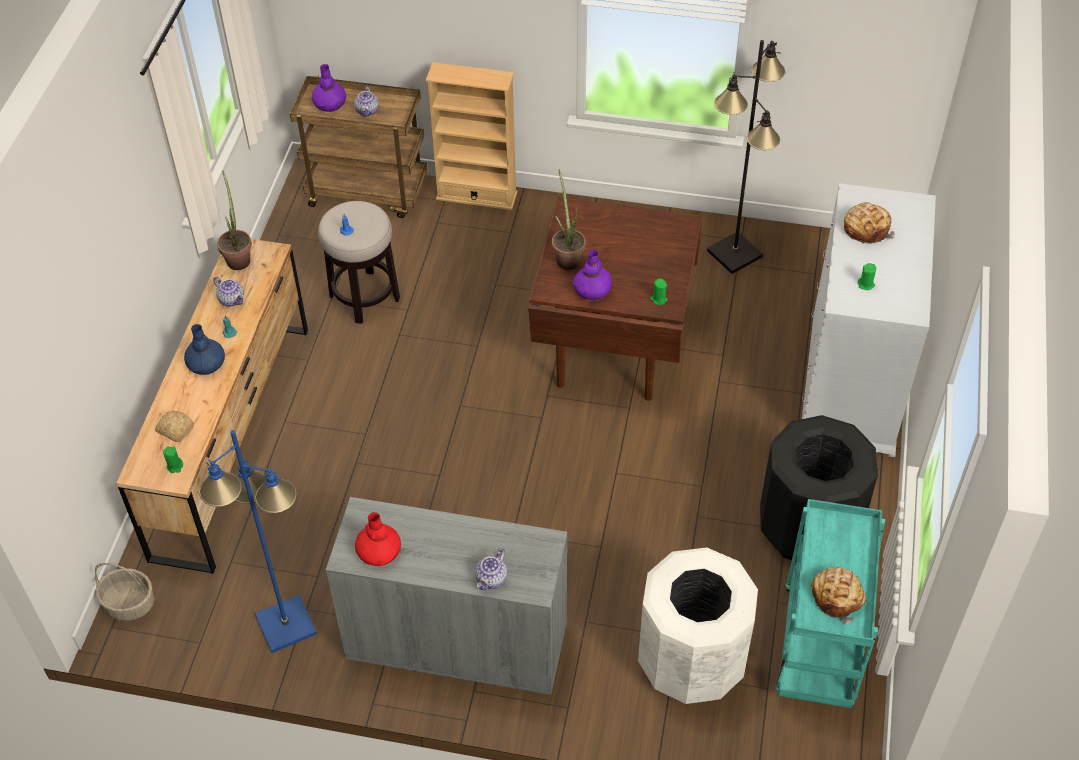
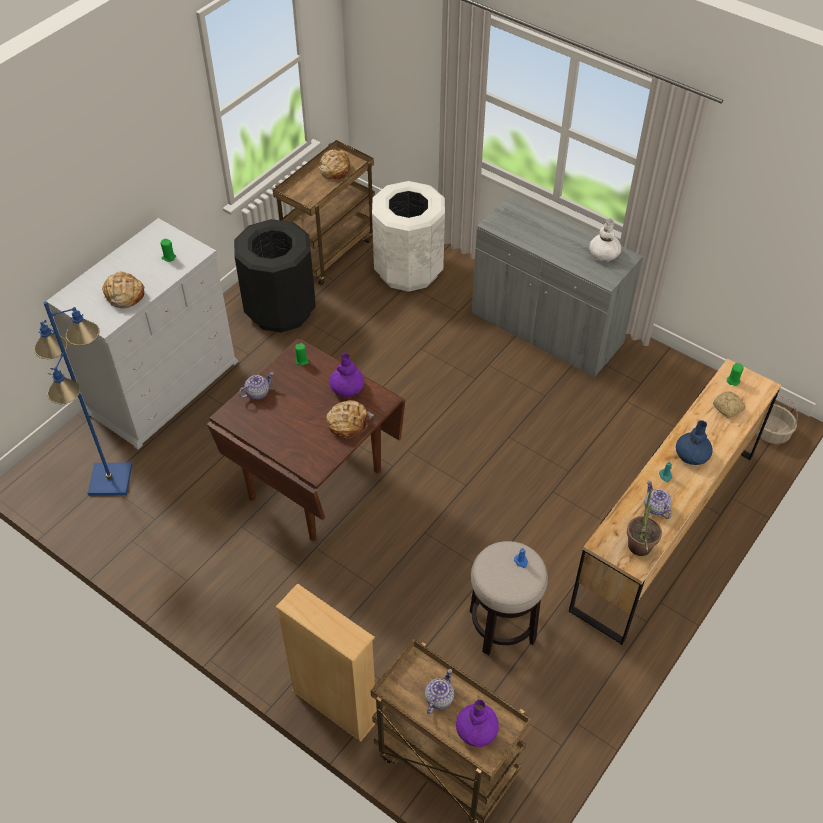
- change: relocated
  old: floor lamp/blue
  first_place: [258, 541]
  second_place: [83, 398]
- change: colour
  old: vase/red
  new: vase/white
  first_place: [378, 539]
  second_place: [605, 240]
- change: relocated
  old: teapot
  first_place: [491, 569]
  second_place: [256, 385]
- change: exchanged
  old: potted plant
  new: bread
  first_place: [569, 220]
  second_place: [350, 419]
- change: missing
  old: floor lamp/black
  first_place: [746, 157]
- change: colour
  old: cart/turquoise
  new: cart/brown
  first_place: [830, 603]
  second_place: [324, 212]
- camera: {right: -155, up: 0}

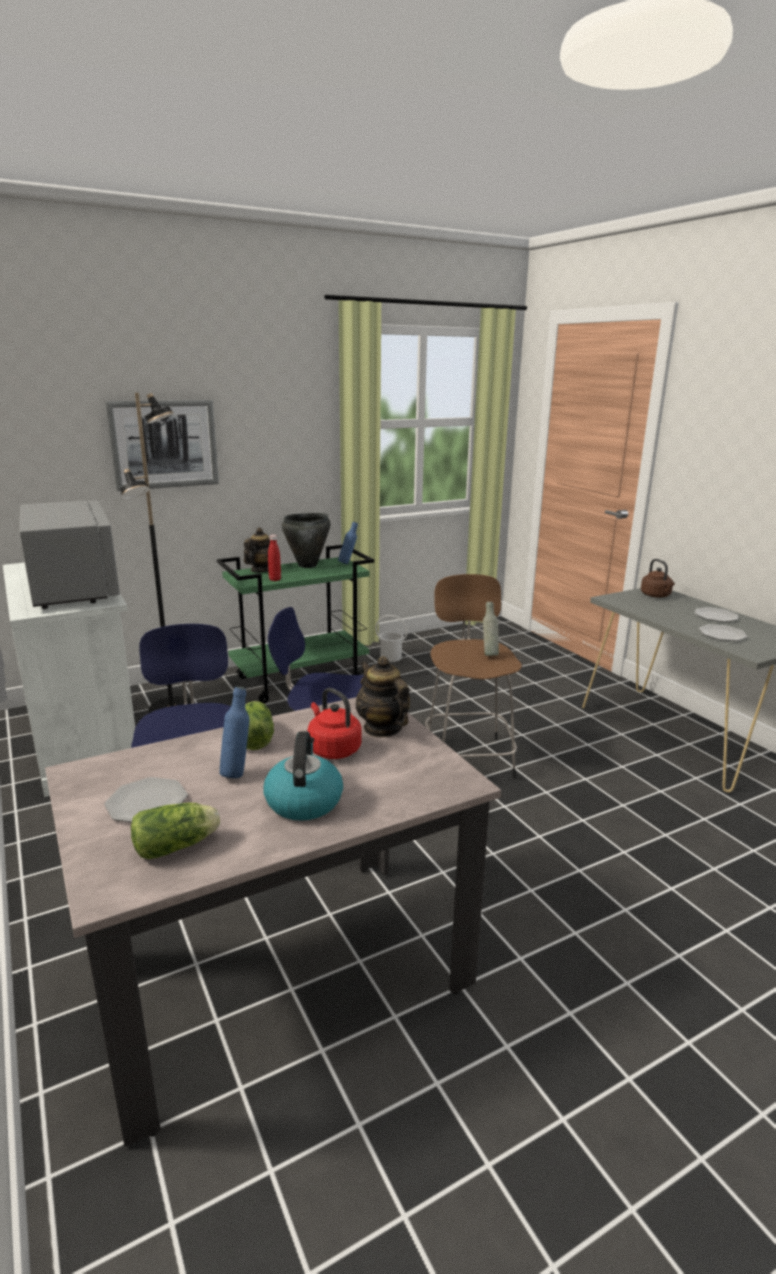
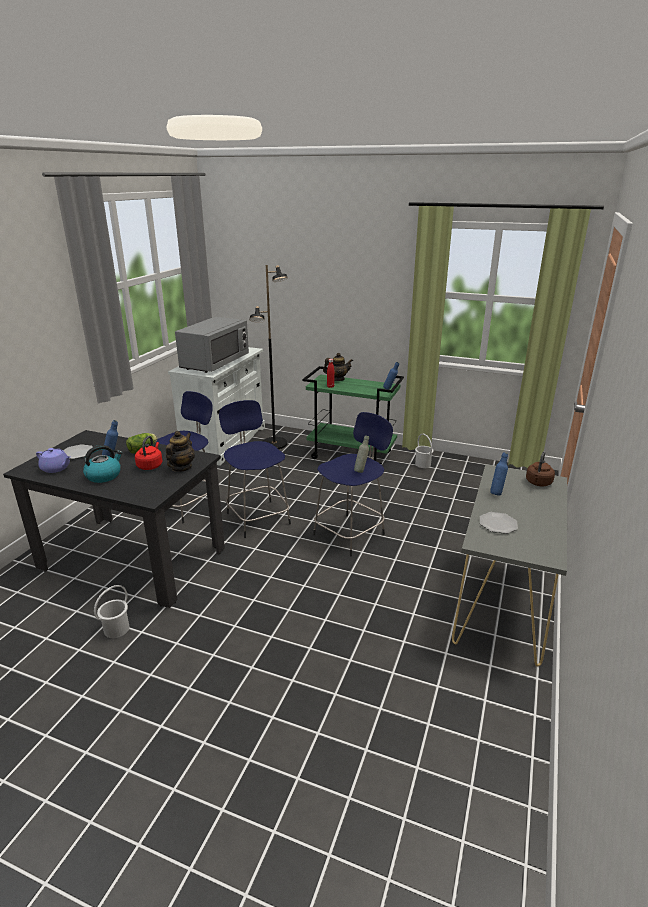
- change: colour
  old: dining table/beige
  new: dining table/black
  first_place: [273, 922]
  second_place: [114, 519]
- change: missing
  old: picture
  first_place: [162, 445]
- change: exchanged
  old: lettuce
  new: teapot/purple
  first_place: [175, 830]
  second_place: [53, 460]
- change: missing
  old: cooking pot/black
  first_place: [306, 540]
- change: colour
  old: stool/brown
  new: stool/blue
  first_place: [473, 676]
  second_place: [353, 484]
- change: missing
  old: plate
  first_place: [716, 614]
- change: appeared
  new: bucket/white
  second_place: [112, 611]
- change: appeared
  new: bottle/blue
  second_place: [499, 474]
- camera: {right: 50, up: 5}

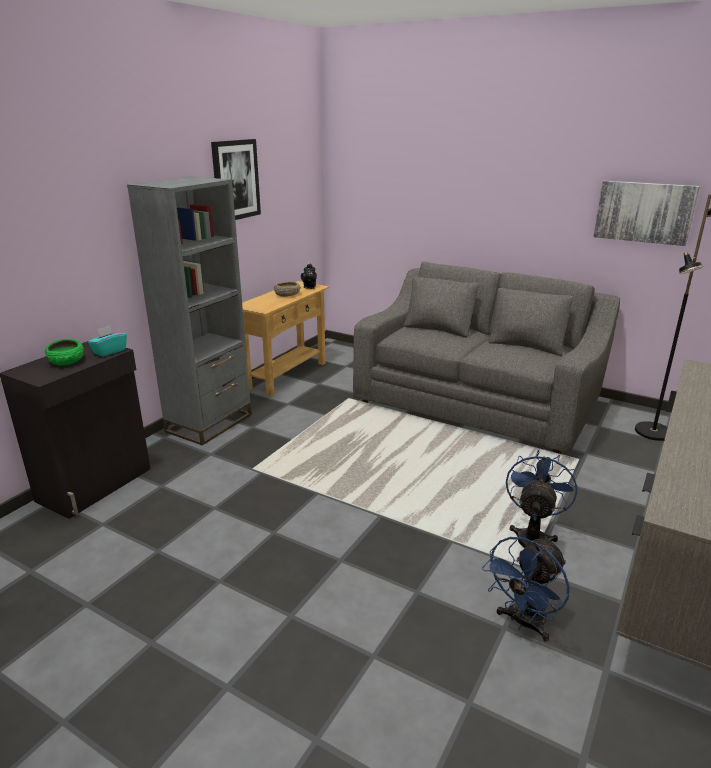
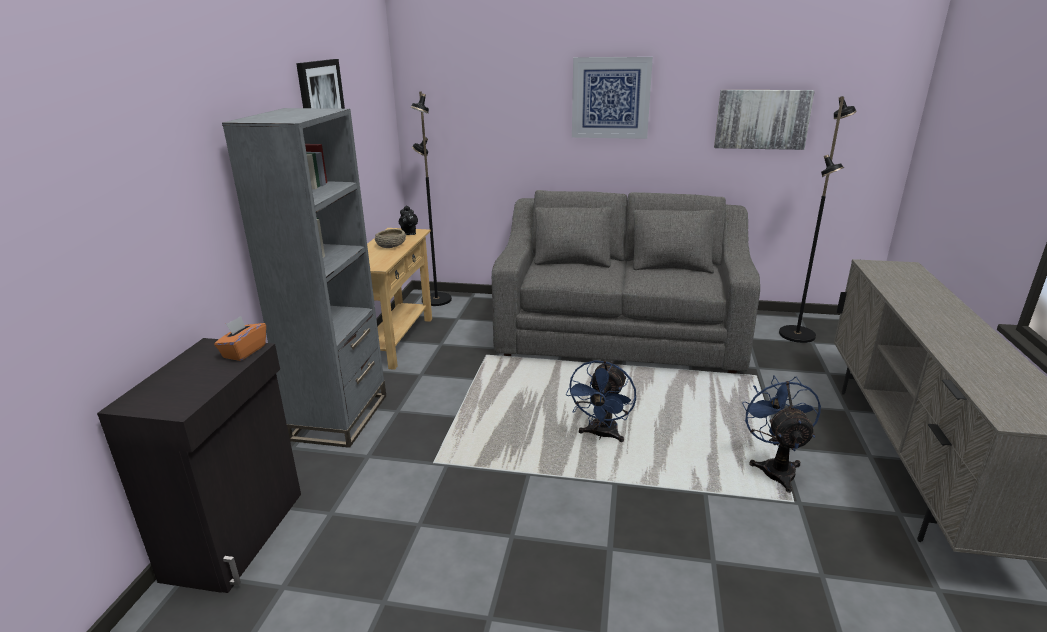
- change: missing
  old: bowl/green
  first_place: [64, 352]
- change: colour
  old: tissue box/turquoise
  new: tissue box/orange
  first_place: [107, 341]
  second_place: [240, 338]
- change: relocated
  old: fan/blue
  first_place: [526, 589]
  second_place: [601, 401]
- change: appeared
  new: floor lamp/black
  second_place: [431, 198]
- change: appeared
  new: picture
  second_place: [612, 98]
- camera: {right: -20, up: 0}

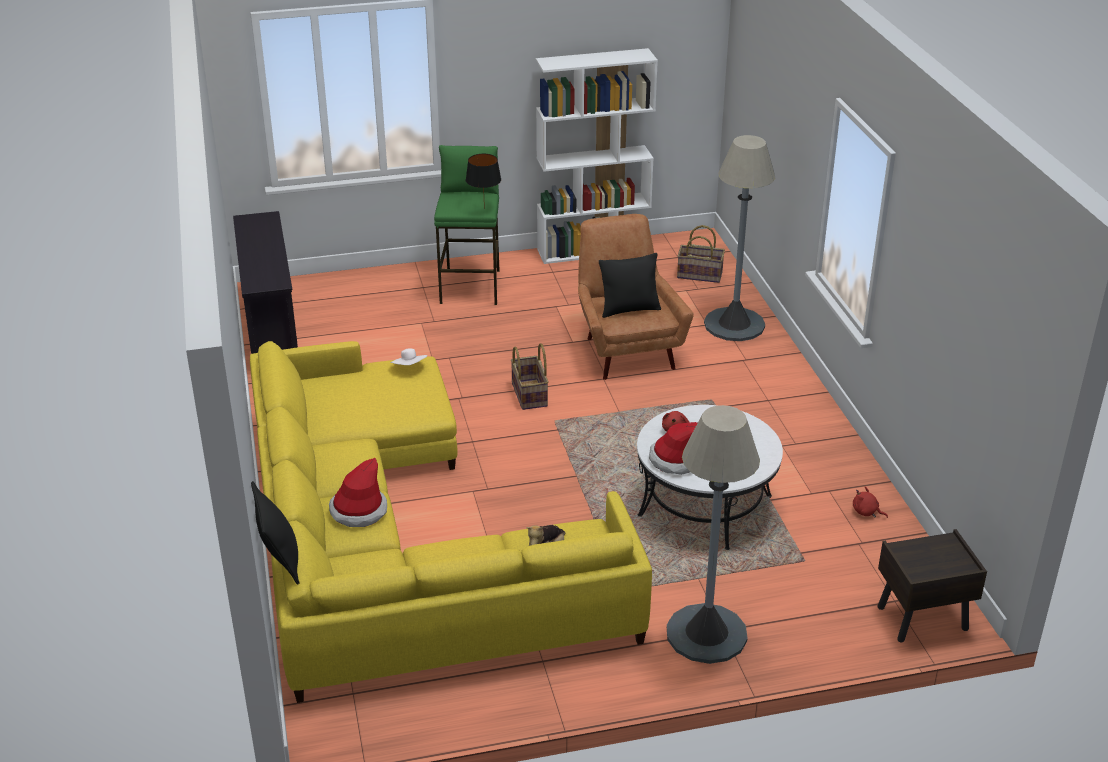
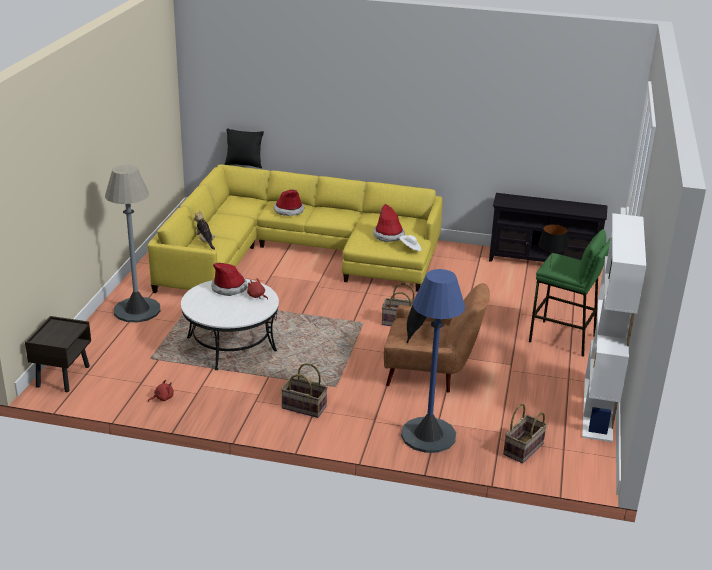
- change: colour
  old: floor lamp/grey
  new: floor lamp/blue
  first_place: [739, 238]
  second_place: [433, 361]
- change: appeared
  new: basket
  second_place: [304, 390]
- change: appeared
  new: hat
  second_place: [389, 223]
- camera: {right: 115, up: -5}

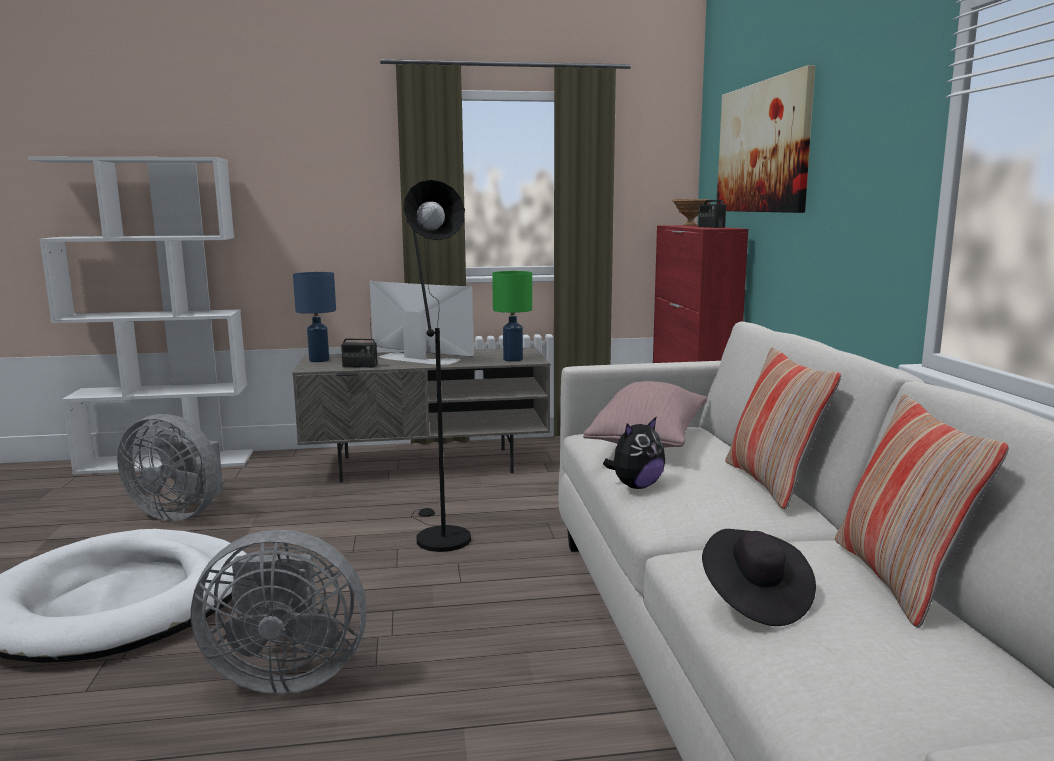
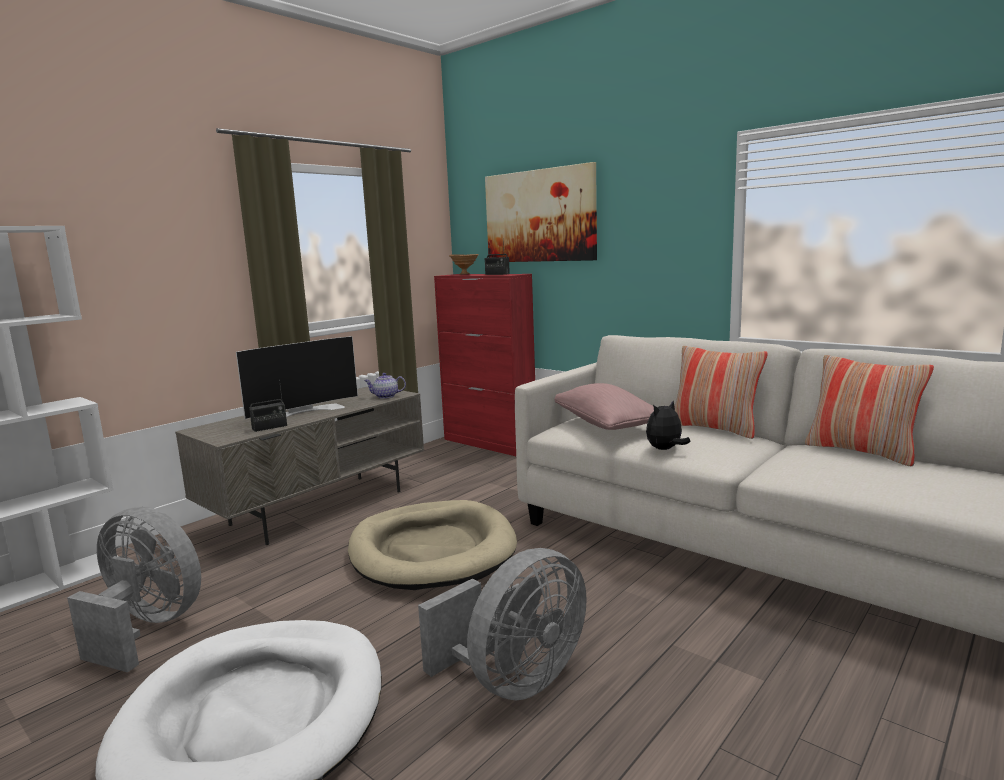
- change: spun
  old: fan/grey
  first_place: [170, 467]
  second_place: [134, 589]
  degrees: -135
- change: missing
  old: table lamp/blue
  first_place: [314, 317]
- change: spun
  old: television
  first_place: [422, 322]
  second_place: [297, 377]
  degrees: 150
- change: exchanged
  old: floor lamp/black
  new: dog bed/beige
  first_place: [437, 366]
  second_place: [432, 545]
- change: exchanged
  old: table lamp/green
  new: teapot
  first_place: [512, 316]
  second_place: [385, 386]
- change: spun
  old: plush toy
  first_place: [634, 452]
  second_place: [668, 425]
  degrees: -135
- change: missing
  old: hat/black
  first_place: [759, 577]
- camera: {right: -40, up: 0}

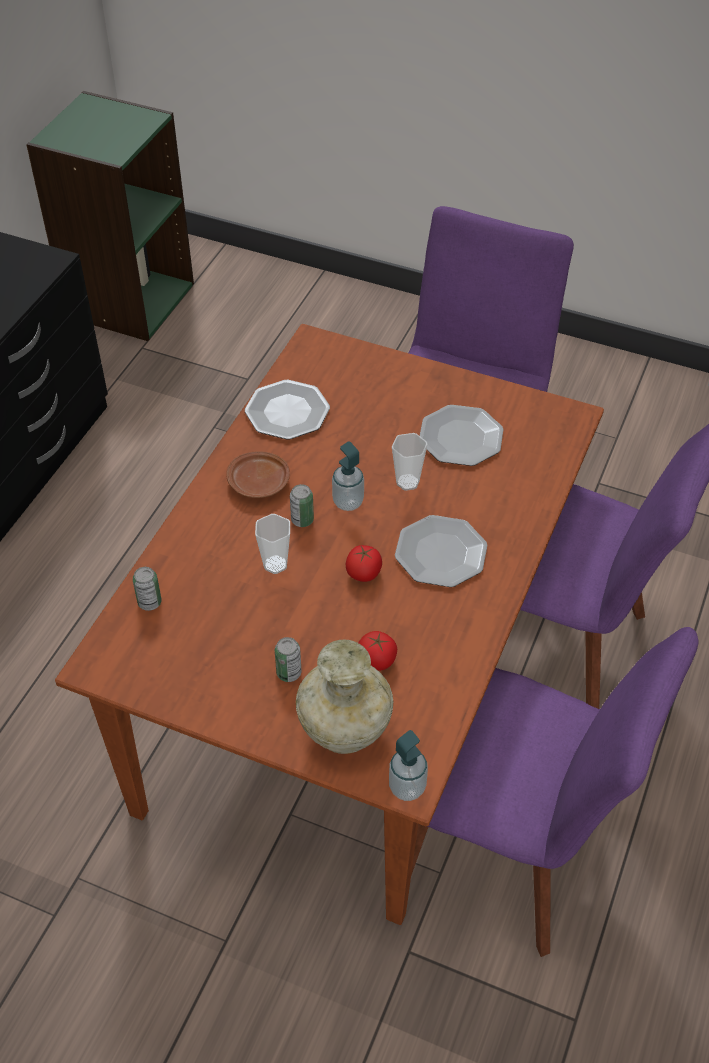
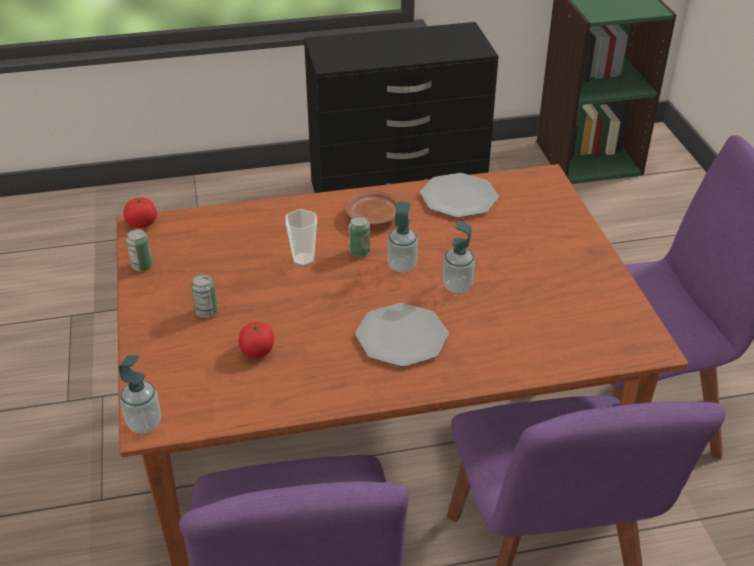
- change: relocated
  old: can
  first_place: [147, 589]
  second_place: [139, 250]
- change: missing
  old: vase/beige
  first_place: [344, 697]
- change: relocated
  old: tomato
  first_place: [364, 563]
  second_place: [140, 213]
- change: exchanged
  old: cup
  new: soap dispenser
  first_place: [409, 462]
  second_place: [459, 257]
- change: missing
  old: plate
  first_place: [462, 435]
- camera: {right: 55, up: -10}

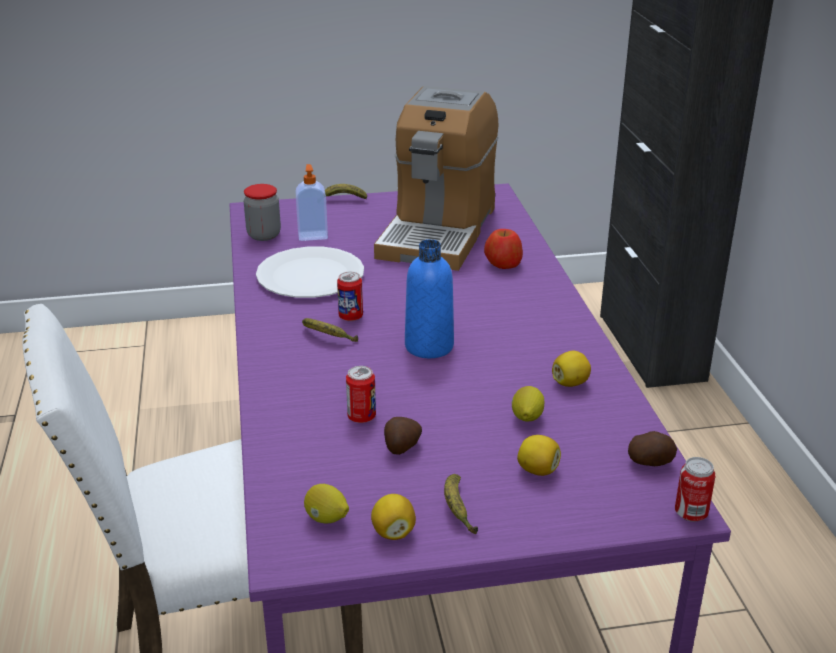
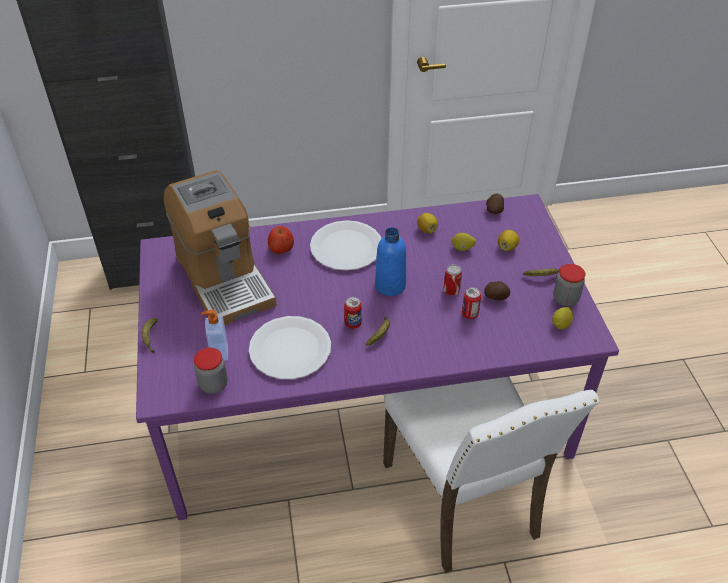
- change: exchanged
  old: lemon
  new: jar
  first_place: [393, 517]
  second_place: [569, 285]
- change: spun
  old: coffee machine
  first_place: [436, 178]
  second_place: [220, 247]
  degrees: 45
- change: relocated
  old: can
  first_place: [695, 489]
  second_place: [452, 280]
- change: appeared
  new: plate/white
  second_place: [346, 245]
- camera: {right: -90, up: 15}

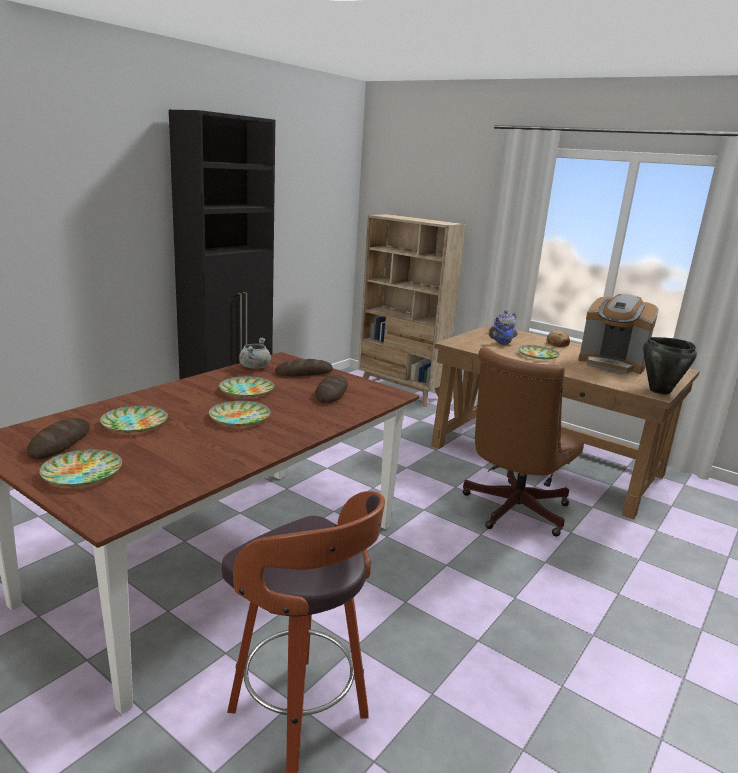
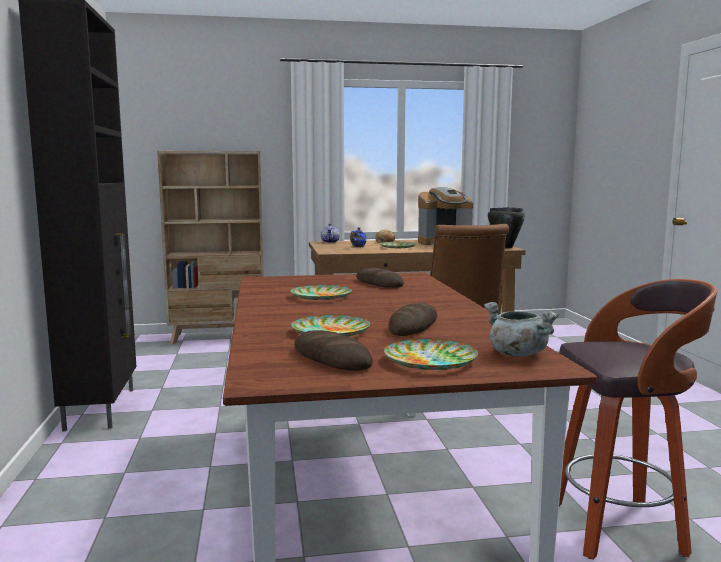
- change: missing
  old: plate
  first_place: [240, 413]
- change: relocated
  old: cooking pot/grey
  first_place: [255, 353]
  second_place: [521, 329]
- change: relocated
  old: bread
  first_place: [304, 367]
  second_place: [412, 319]
- camera: {right: -45, up: -10}

